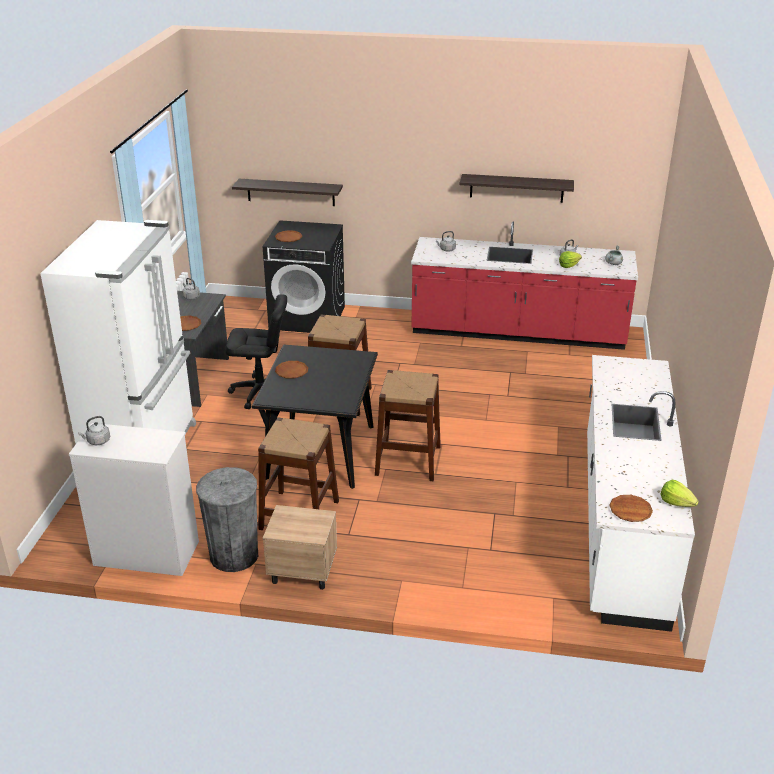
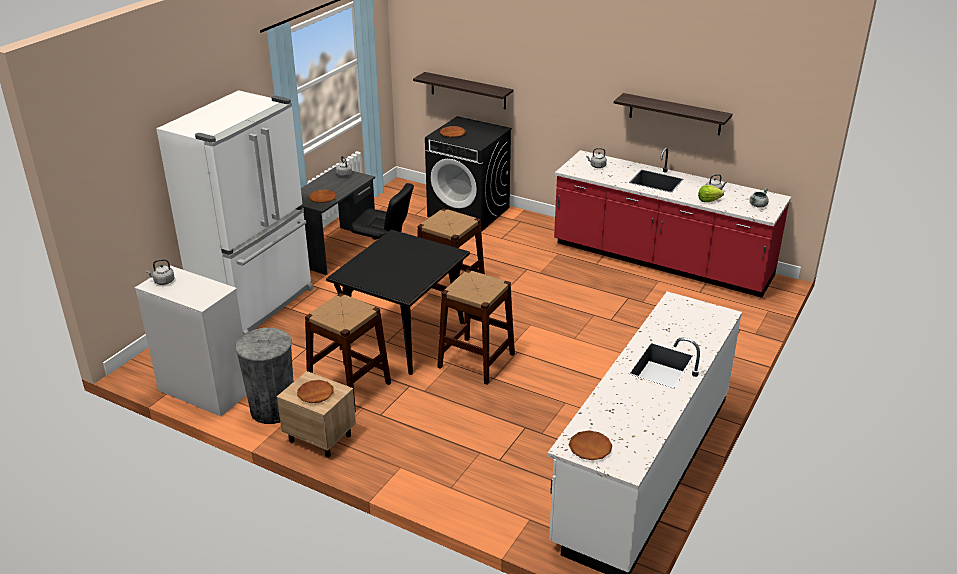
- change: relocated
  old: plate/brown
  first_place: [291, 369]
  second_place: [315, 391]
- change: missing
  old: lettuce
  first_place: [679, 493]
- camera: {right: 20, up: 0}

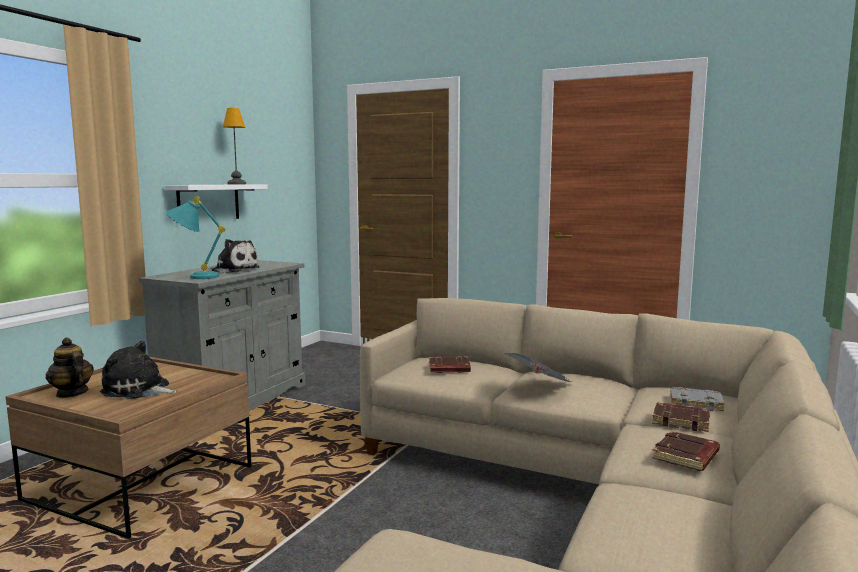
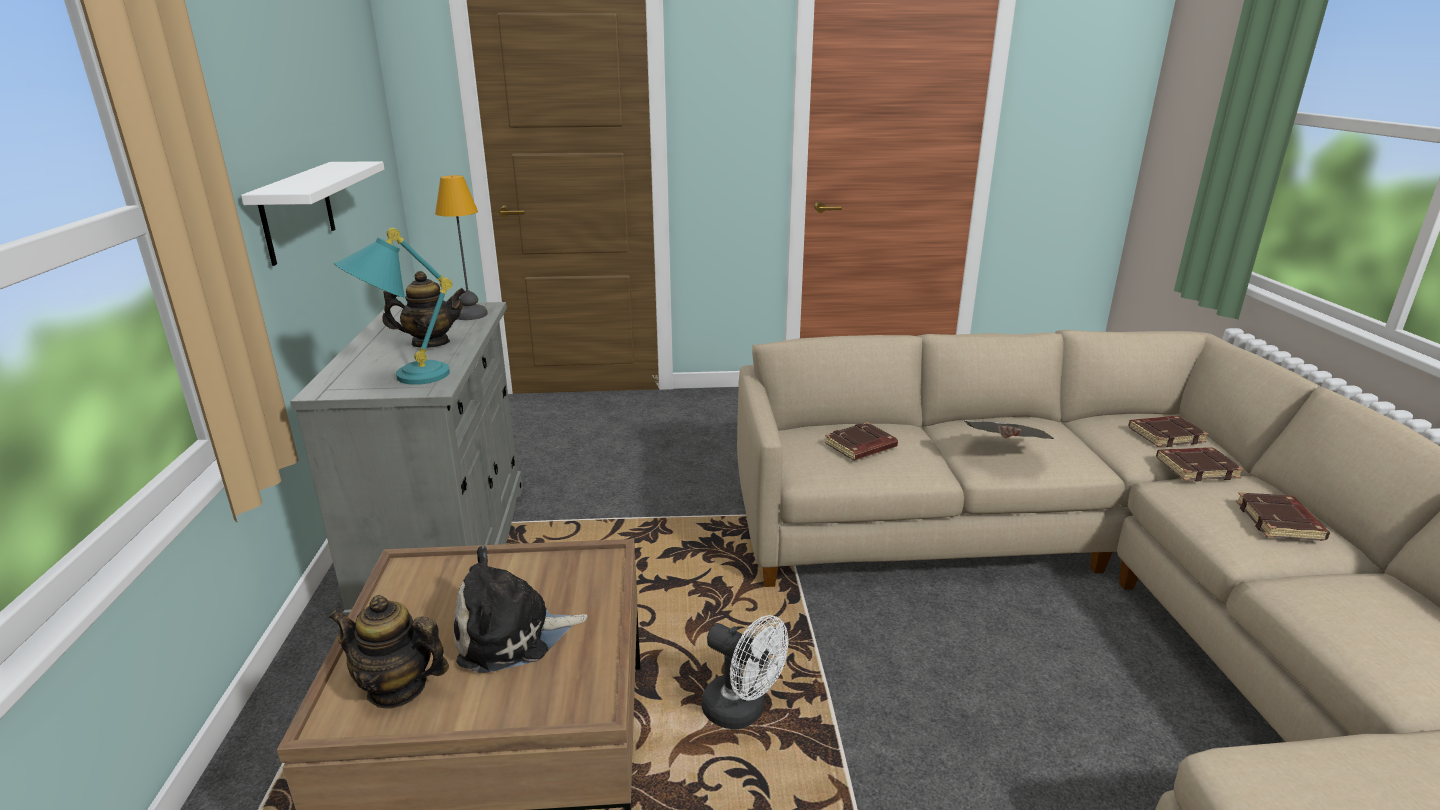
- change: exchanged
  old: plush toy
  new: teapot
  first_place: [234, 256]
  second_place: [424, 309]
- change: relocated
  old: table lamp
  first_place: [234, 146]
  second_place: [461, 247]
- change: colour
  old: book/grey
  new: book/brown
  first_place: [697, 399]
  second_place: [1168, 431]
- change: appeared
  new: fan/white
  second_place: [745, 672]
- camera: {right: -30, up: 15}

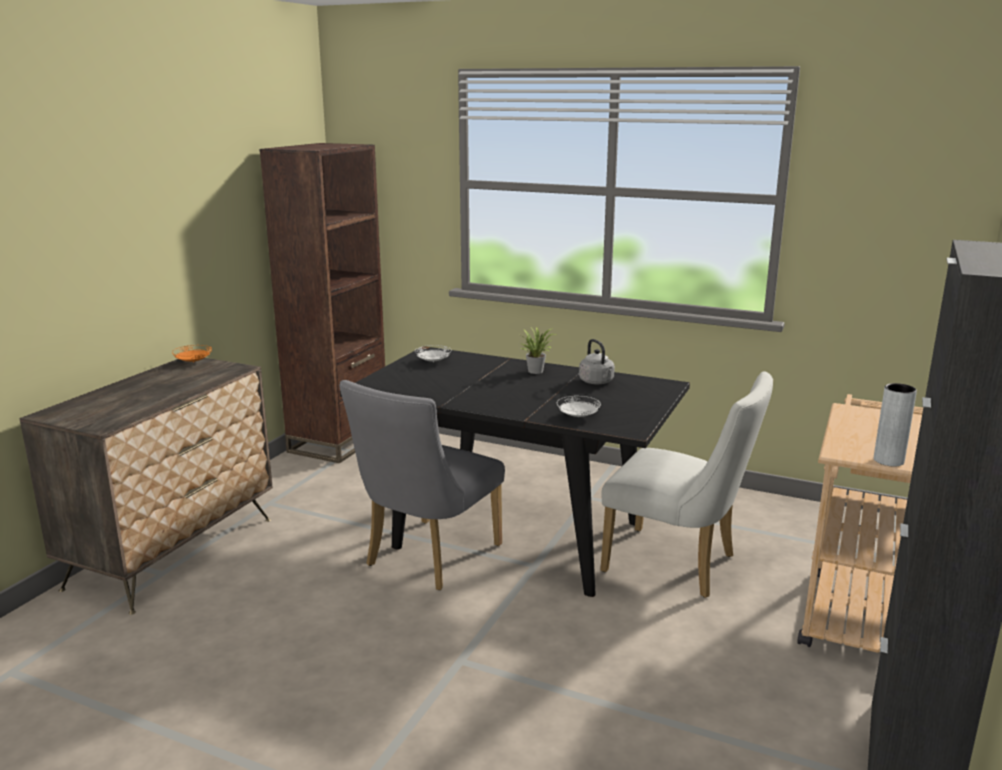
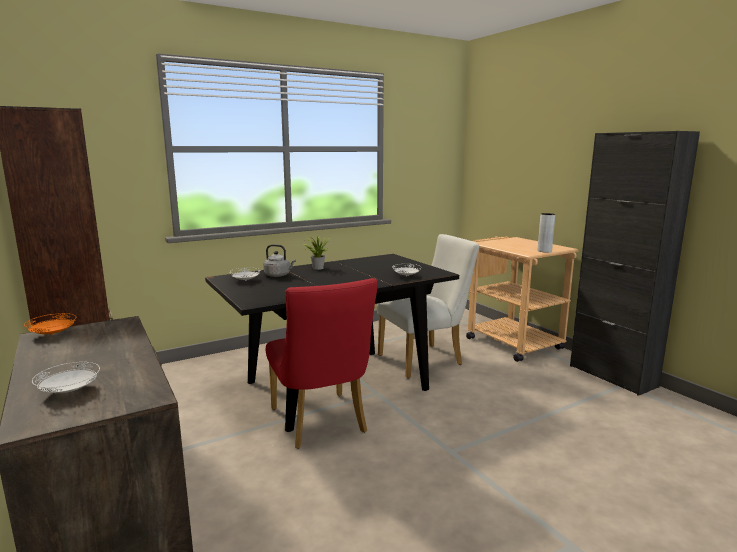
- change: colour
  old: chair/grey
  new: chair/red
  first_place: [422, 485]
  second_place: [322, 363]
- change: relocated
  old: kettle/grey
  first_place: [597, 361]
  second_place: [280, 260]
- change: appeared
  new: plate/white
  second_place: [66, 377]
- camera: {right: -55, up: -5}

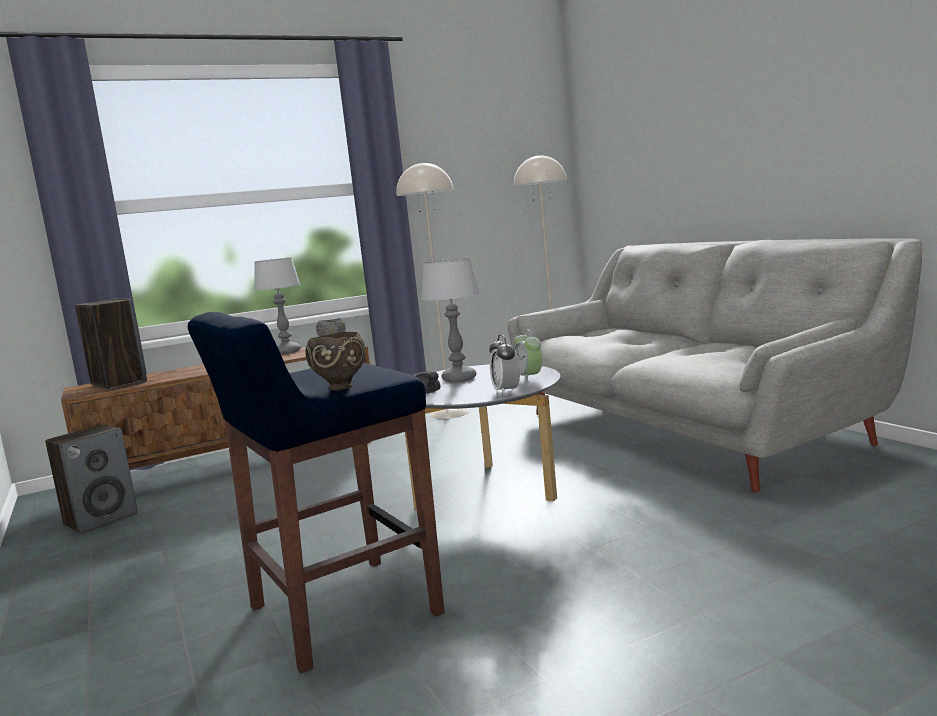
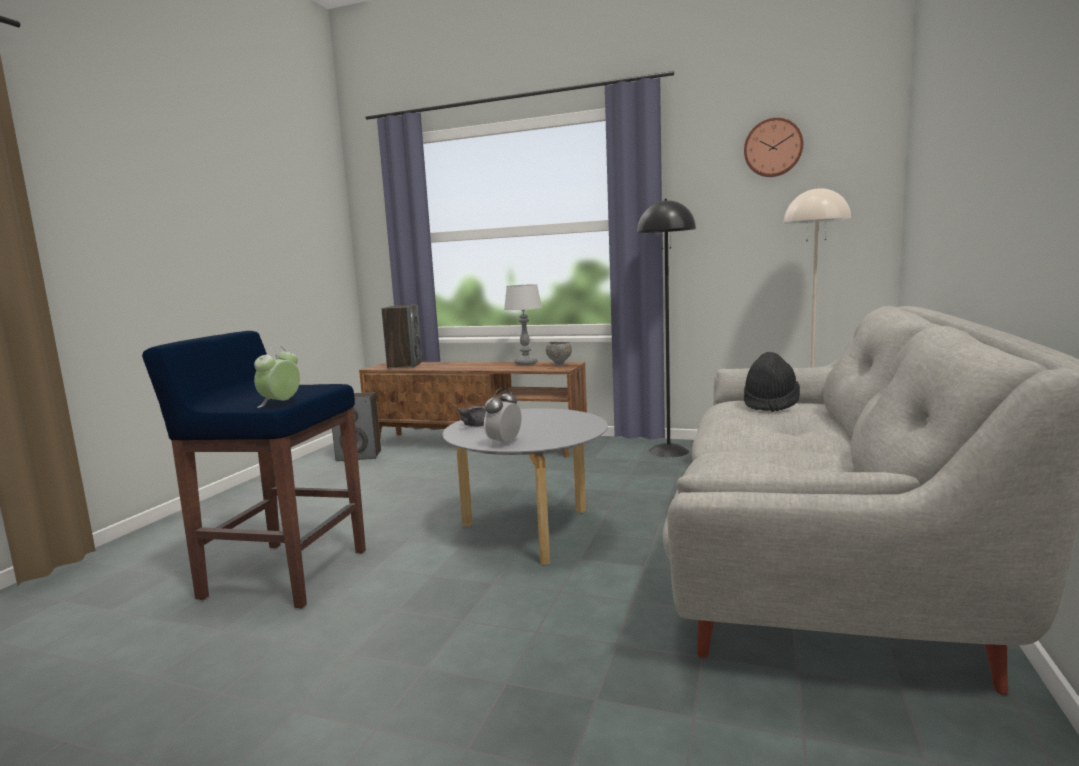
- change: missing
  old: bowl/brown
  first_place: [335, 361]
- change: colour
  old: floor lamp/beige
  new: floor lamp/black
  first_place: [433, 290]
  second_place: [666, 328]
- change: missing
  old: table lamp
  first_place: [450, 320]
- change: relocated
  old: alarm clock
  first_place: [528, 356]
  second_place: [277, 377]
- change: appeared
  new: wall clock
  second_place: [773, 147]
- change: appeared
  new: hat/black
  second_place: [772, 382]
- camera: {right: 45, up: 0}

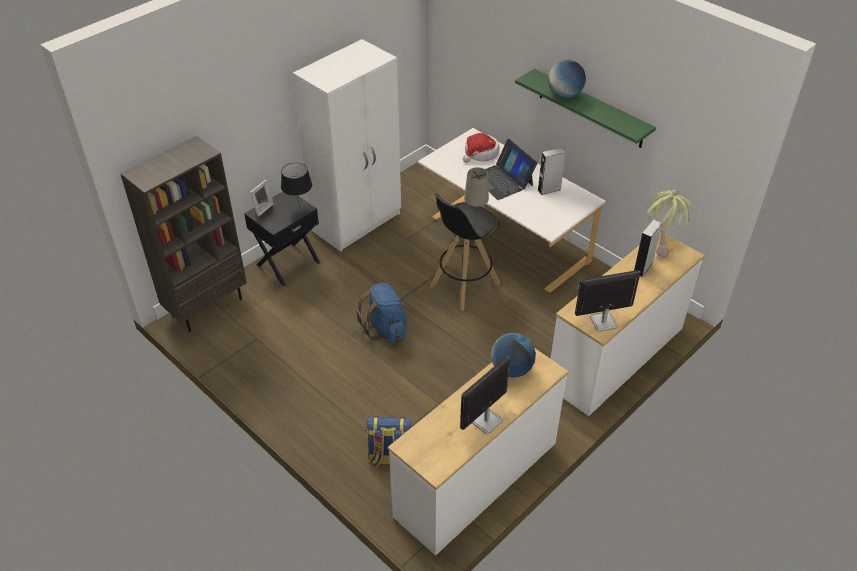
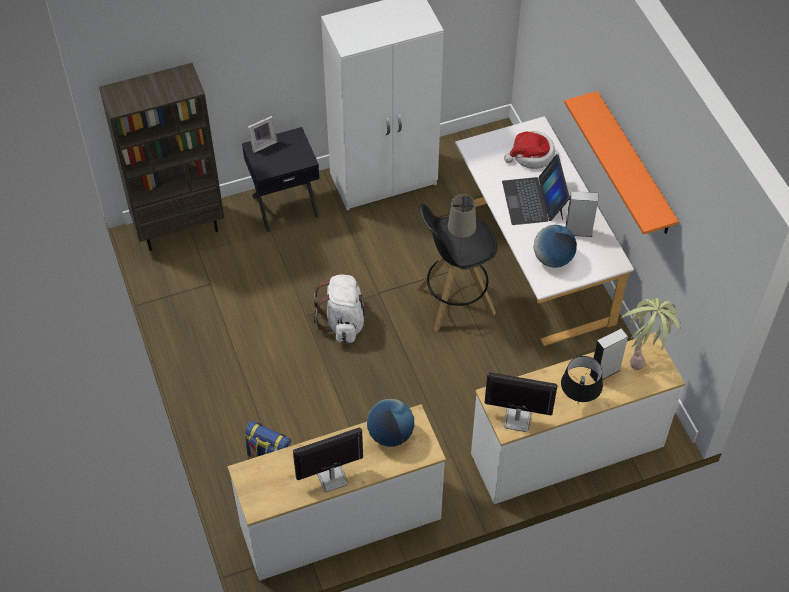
- change: relocated
  old: table lamp/black
  first_place: [296, 185]
  second_place: [582, 379]
- change: colour
  old: backpack/blue
  new: backpack/white
  first_place: [381, 313]
  second_place: [342, 309]
- change: colour
  old: shelf/green
  new: shelf/orange
  first_place: [585, 108]
  second_place: [621, 163]
- change: relocated
  old: globe
  first_place: [567, 79]
  second_place: [555, 246]
- camera: {right: 25, up: 10}

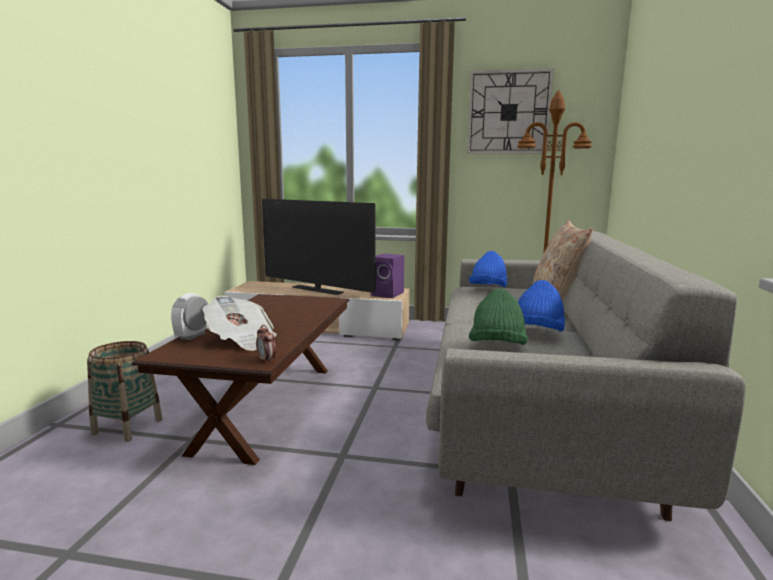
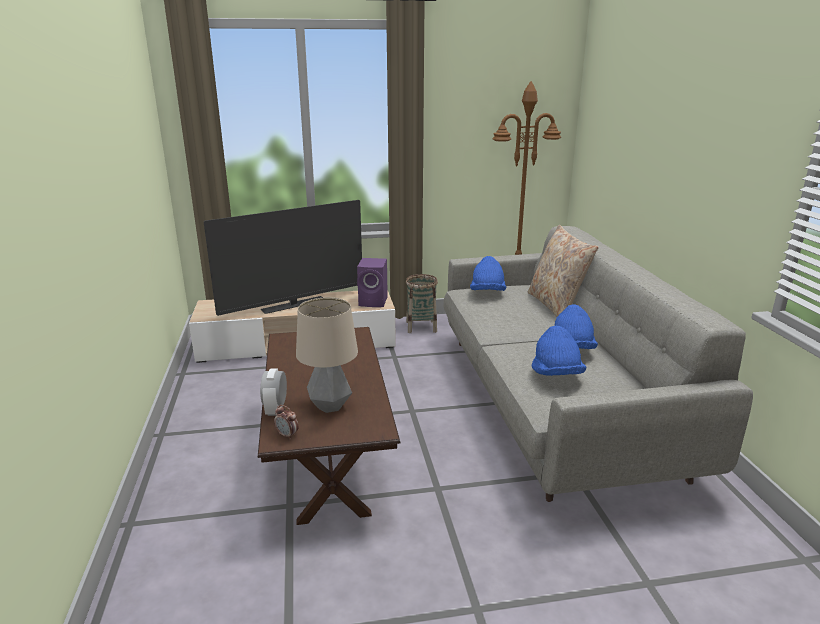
- change: relocated
  old: basket
  first_place: [125, 391]
  second_place: [422, 303]
- change: exchanged
  old: newspaper
  new: table lamp
  first_place: [240, 323]
  second_place: [327, 355]
- change: relocated
  old: alarm clock
  first_place: [266, 344]
  second_place: [286, 422]
- change: spun
  old: television
  first_place: [319, 247]
  second_place: [283, 258]
  degrees: -45
- change: missing
  old: wall clock
  first_place: [510, 111]
- change: colour
  old: hat/green
  new: hat/blue
  first_place: [498, 317]
  second_place: [558, 350]
- camera: {right: -20, up: 10}

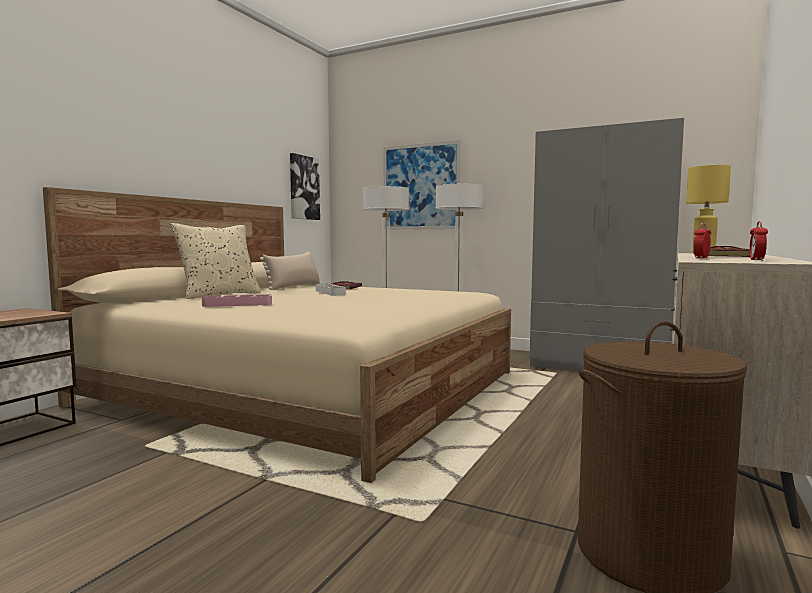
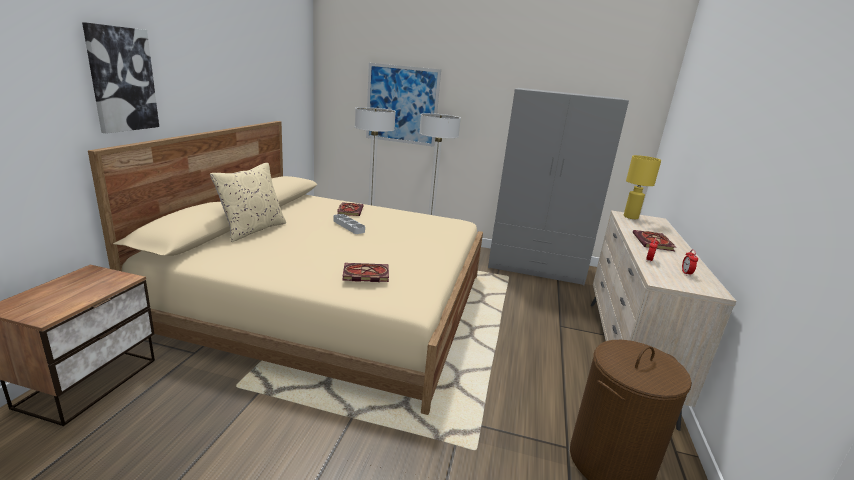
- change: missing
  old: tray/pink
  first_place: [237, 300]
- change: missing
  old: pillow/beige
  first_place: [290, 271]
- change: relocated
  old: picture
  first_place: [305, 186]
  second_place: [120, 78]
- change: appeared
  new: book
  second_place: [365, 272]
- camera: {right: -15, up: 15}

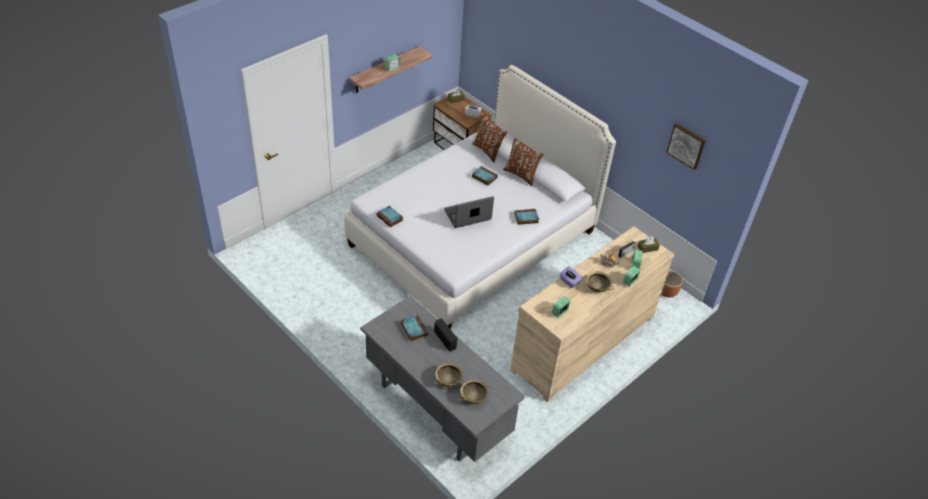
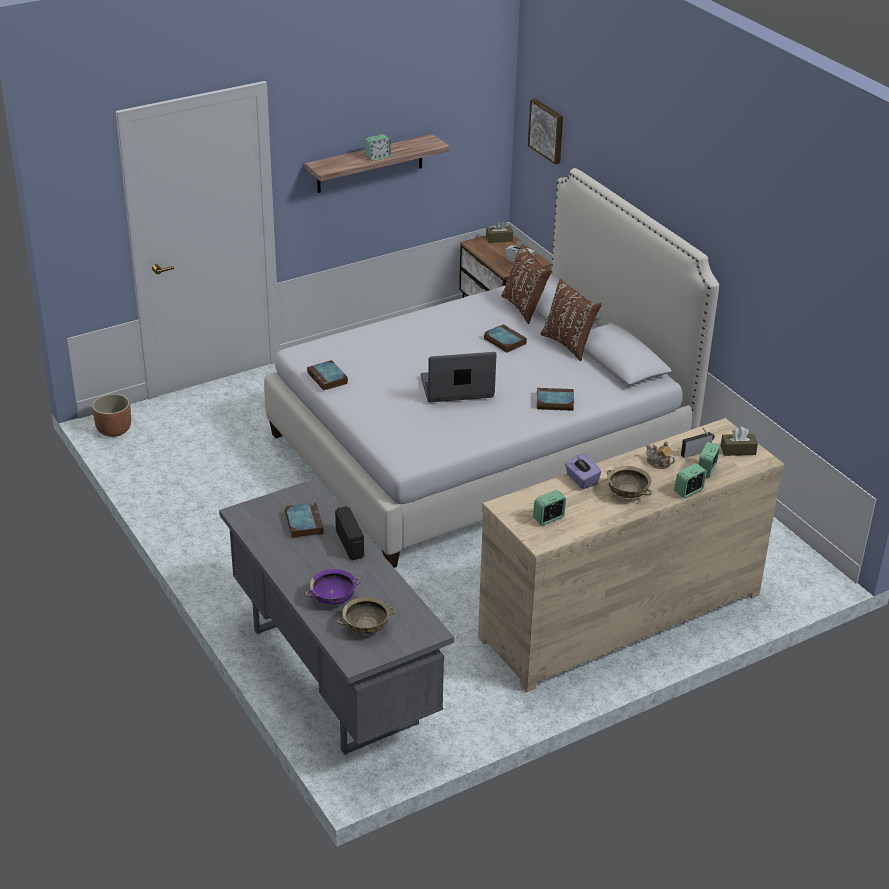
- change: colour
  old: bowl/beige
  new: bowl/purple
  first_place: [448, 375]
  second_place: [333, 587]
- change: relocated
  old: planter/brown
  first_place: [672, 283]
  second_place: [111, 415]
- change: relocated
  old: picture
  first_place: [686, 146]
  second_place: [545, 131]
- camera: {right: 15, up: -10}

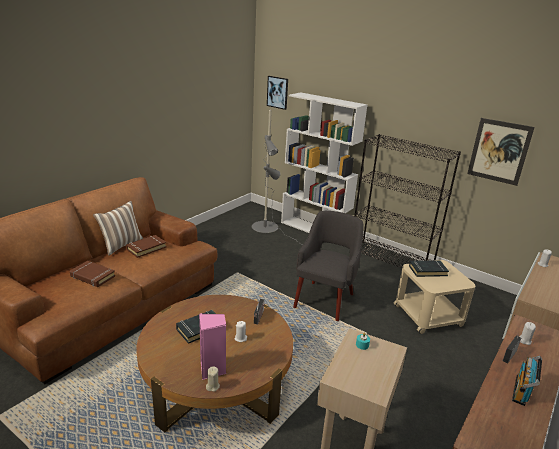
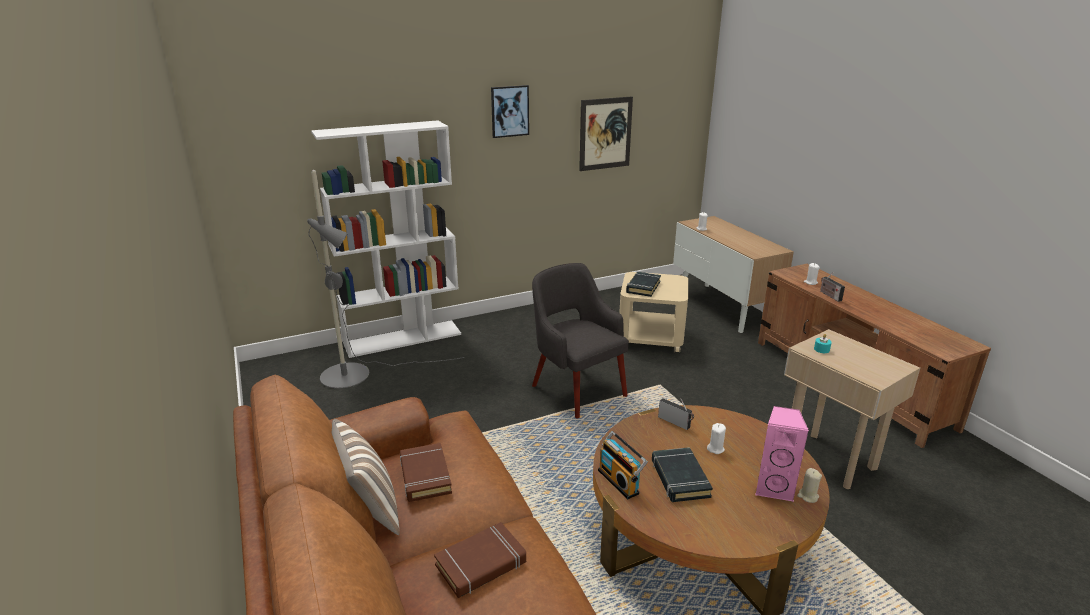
- change: relocated
  old: picture
  first_place: [277, 93]
  second_place: [510, 111]
- change: missing
  old: bookcase/black
  first_place: [407, 201]
- change: relocated
  old: radio
  first_place: [527, 381]
  second_place: [623, 465]
- camera: {right: -60, up: 0}

